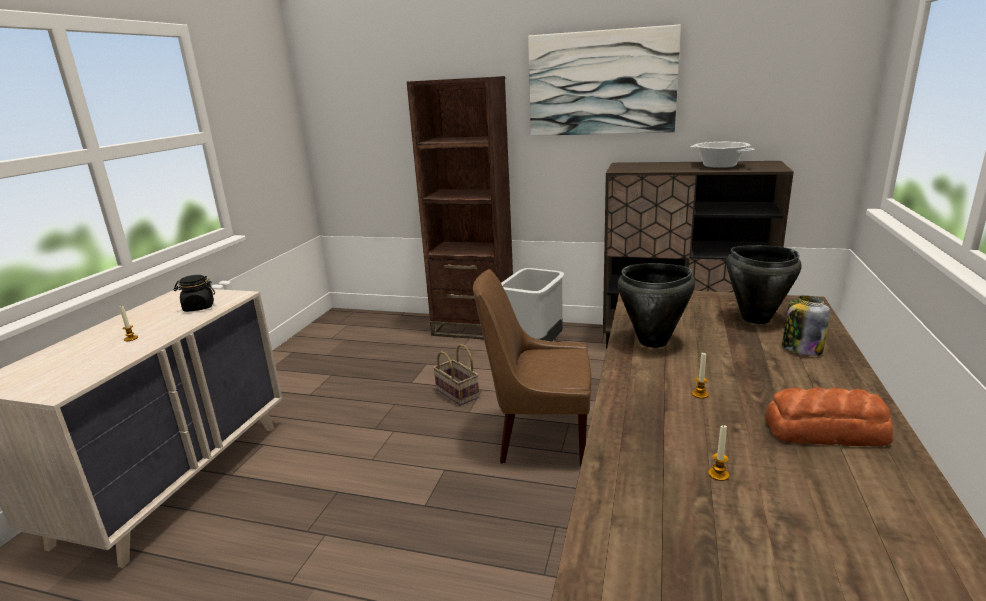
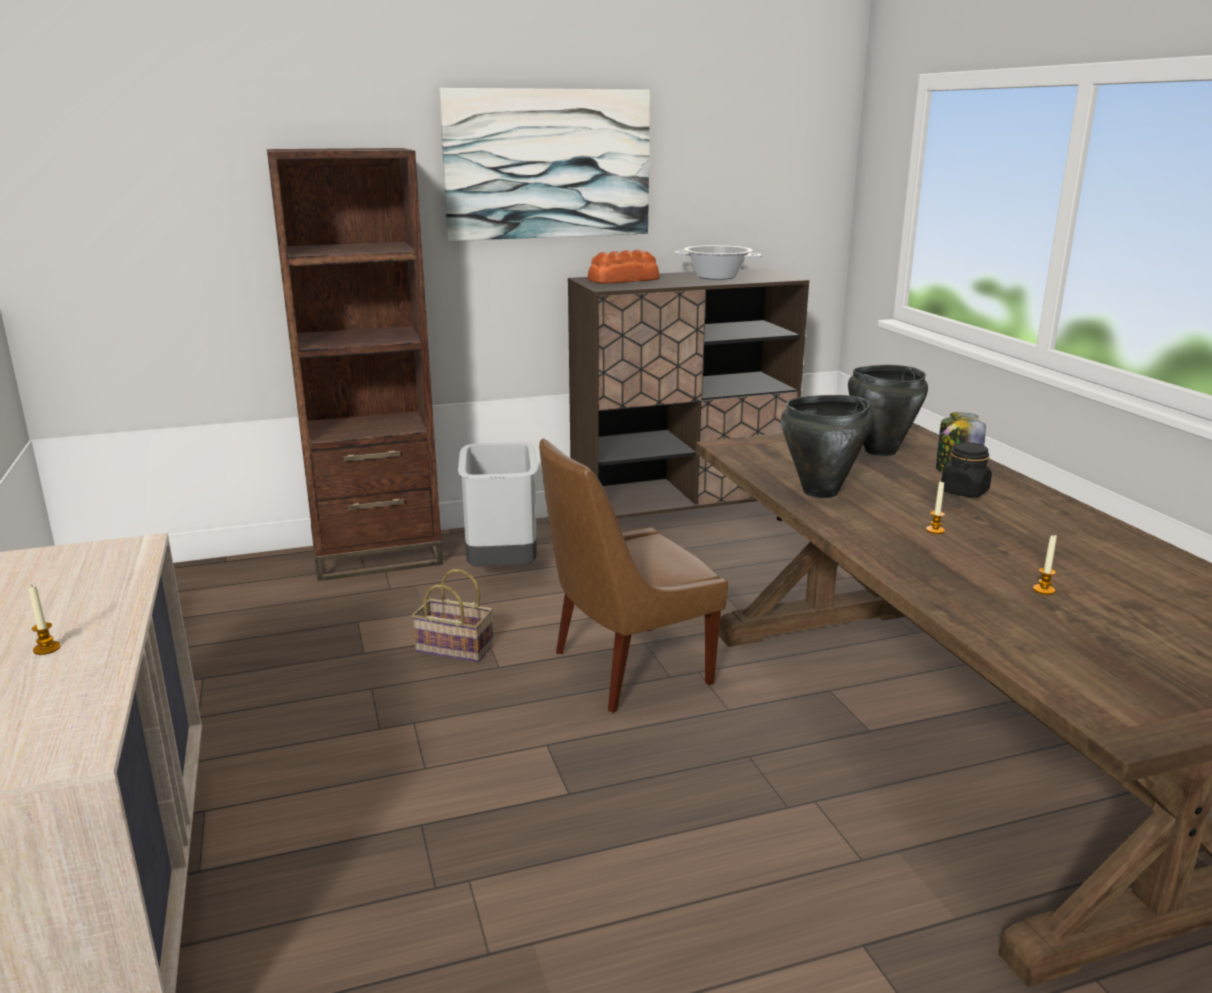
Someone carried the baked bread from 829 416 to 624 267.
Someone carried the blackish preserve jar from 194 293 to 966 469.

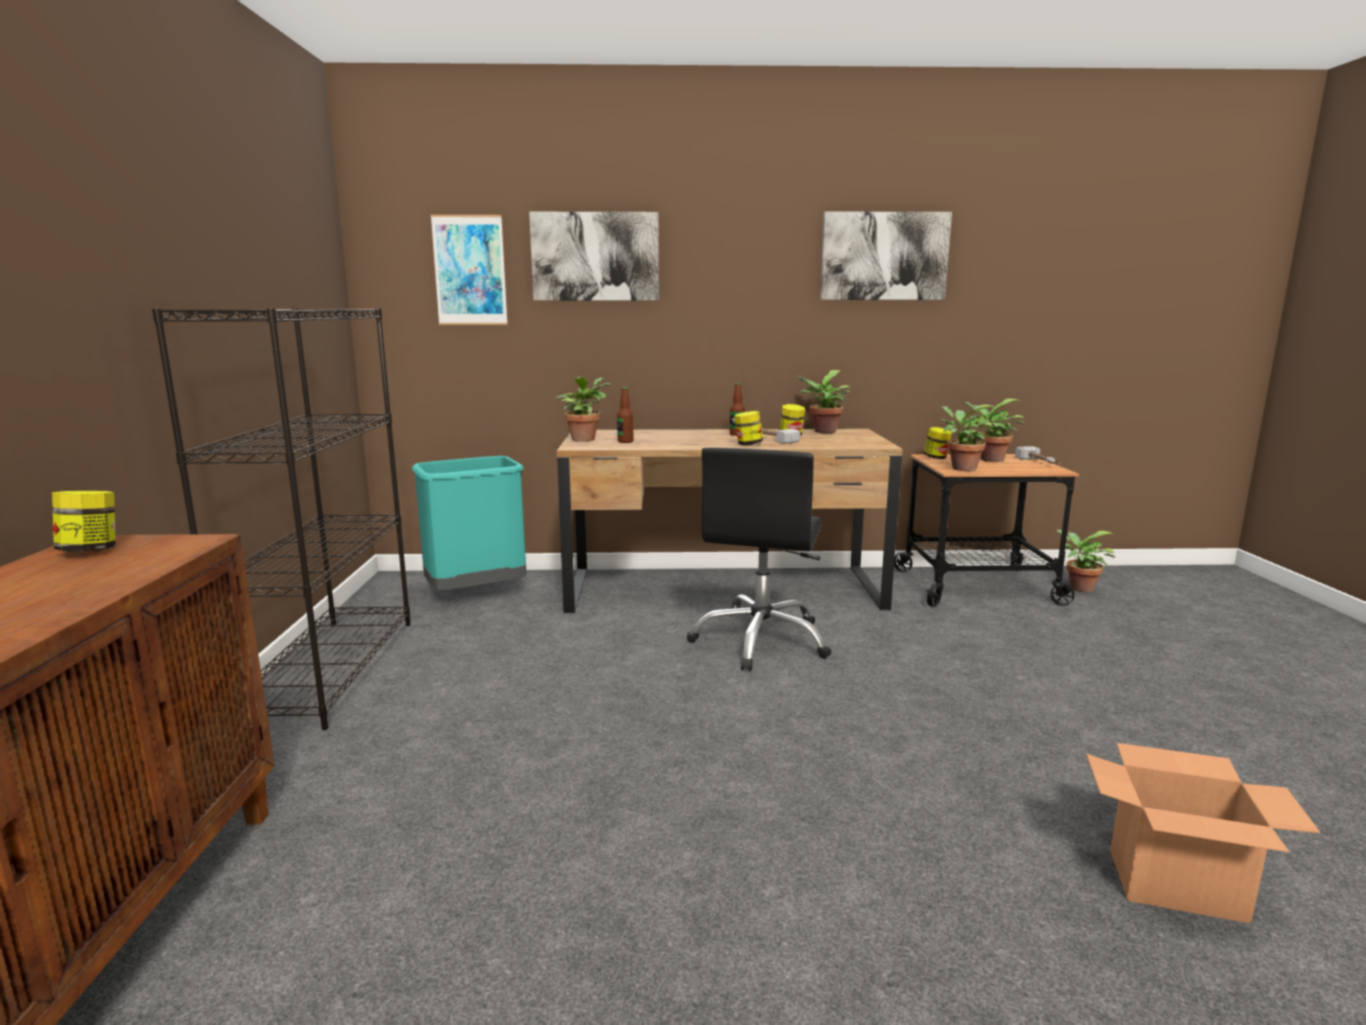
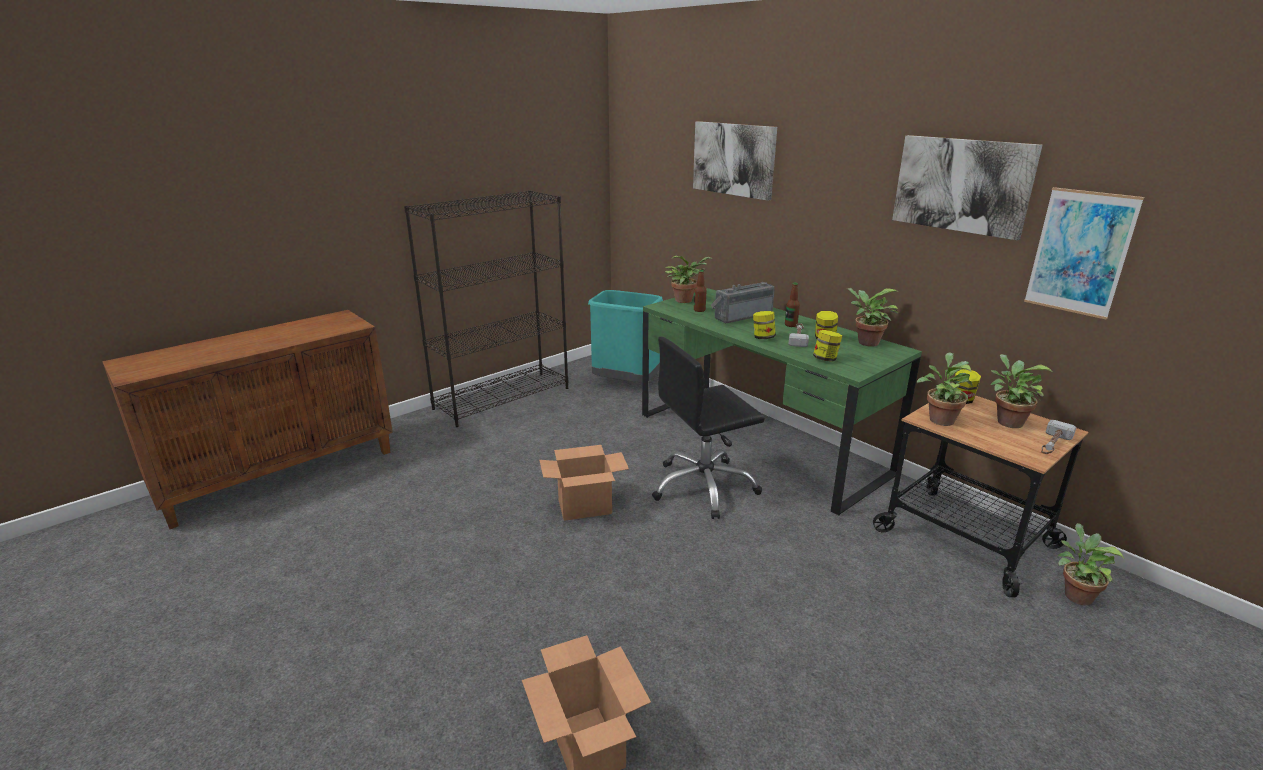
Someone put down the packing box at 584 483.
Someone repainted the brownish desk unit at 730 521, which became the green-coloured desk unit at 782 401.
Someone put down the radio set at 743 302.
Someone carried the preserve jar from 84 521 to 827 346.
Someone carried the wall picture from 469 270 to 1084 253.

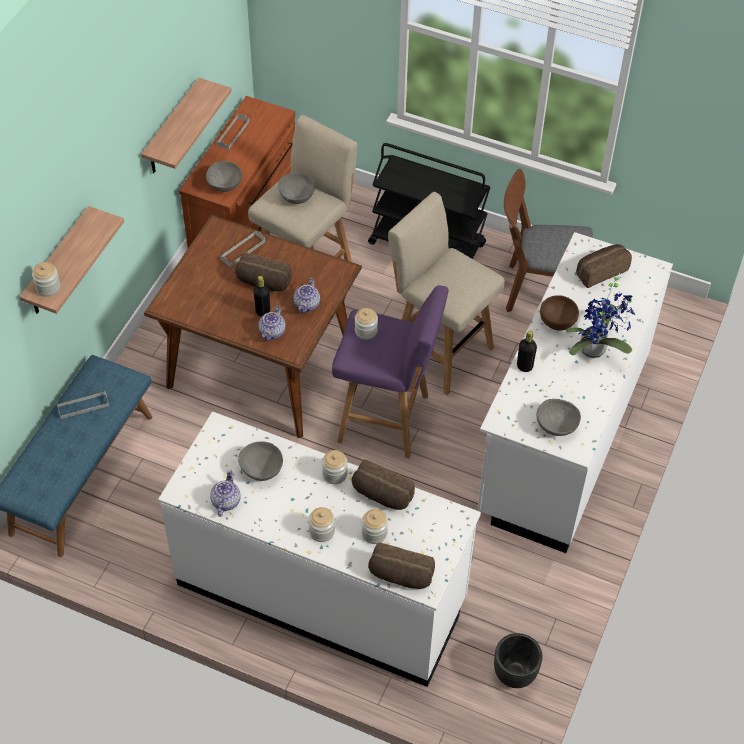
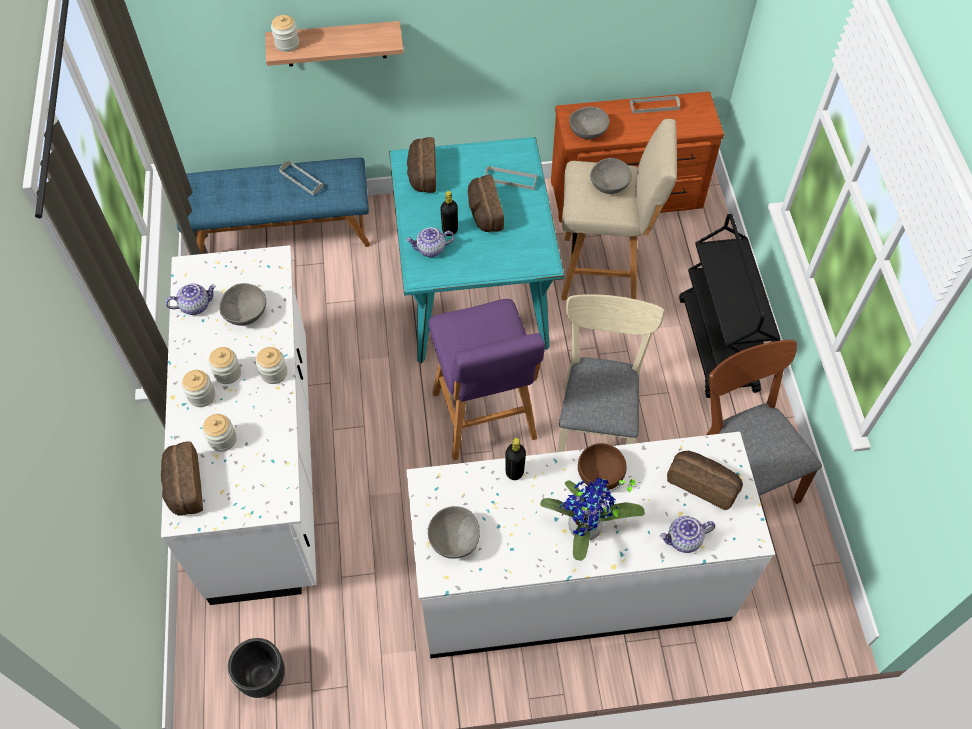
Someone carried the preserve jar from 366 324 to 225 365.
Someone repainted the brownish dinner table at 253 326, which became the turquoise-coloured dinner table at 477 250.
Someone carried the baked bread from 383 484 to 421 165.
Someone swapped the beige sitting stool at 446 293 for the beige upright chair at 611 373.
Someone carried the tea pot from 307 295 to 687 534.
Someone took away the wall shelf at 186 125.

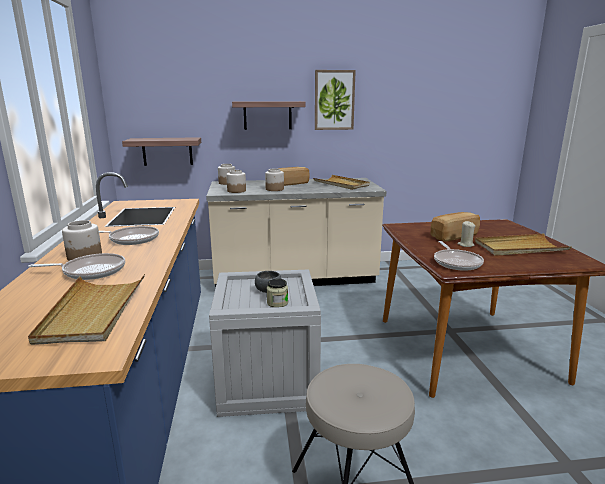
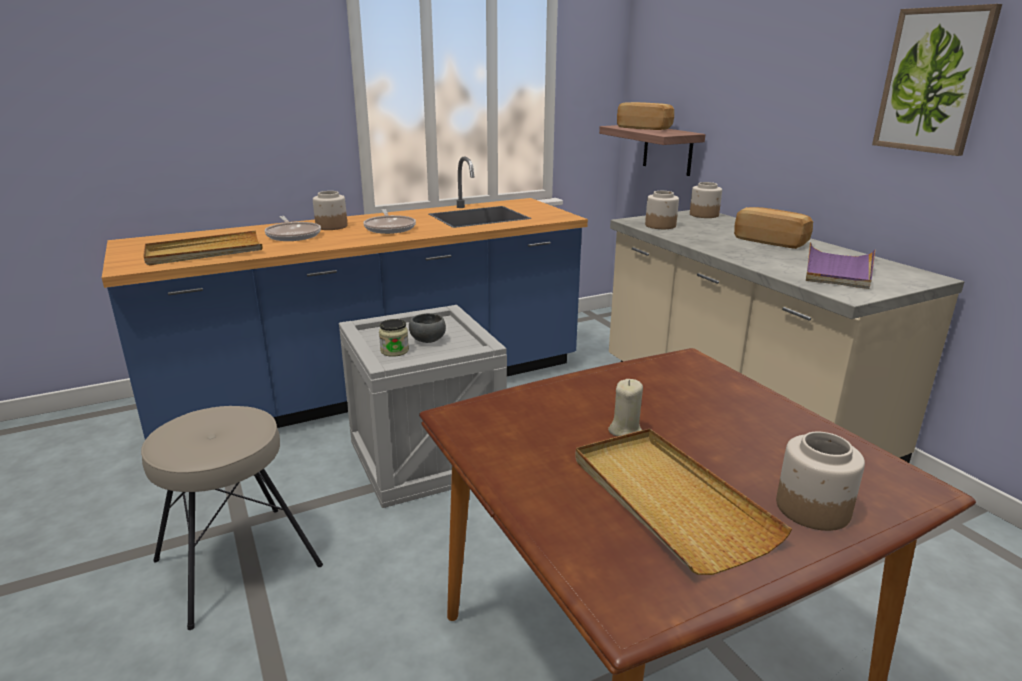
Someone carried the baked bread from 455 227 to 645 116.
Someone carried the preserve jar from 274 179 to 820 481.
Someone repainted the beige carrying tray at 341 182, which became the purple-coloured carrying tray at 841 265.
Someone took away the wall shelf at 268 115.
Someone took away the frying pan at 459 256.

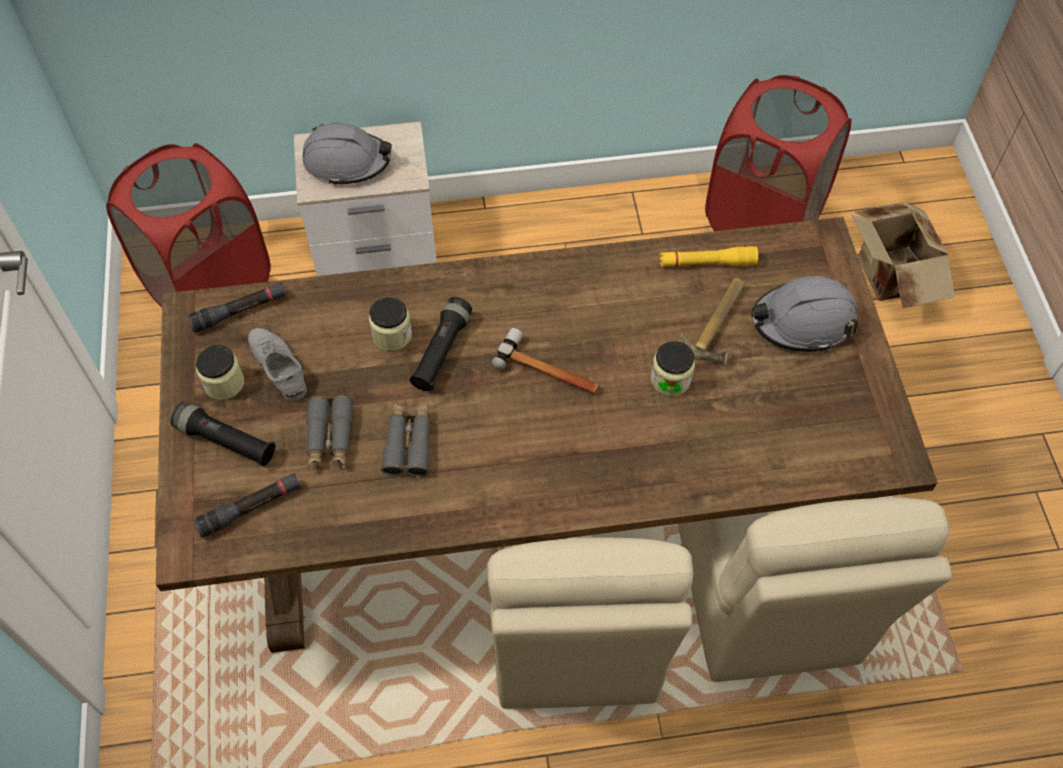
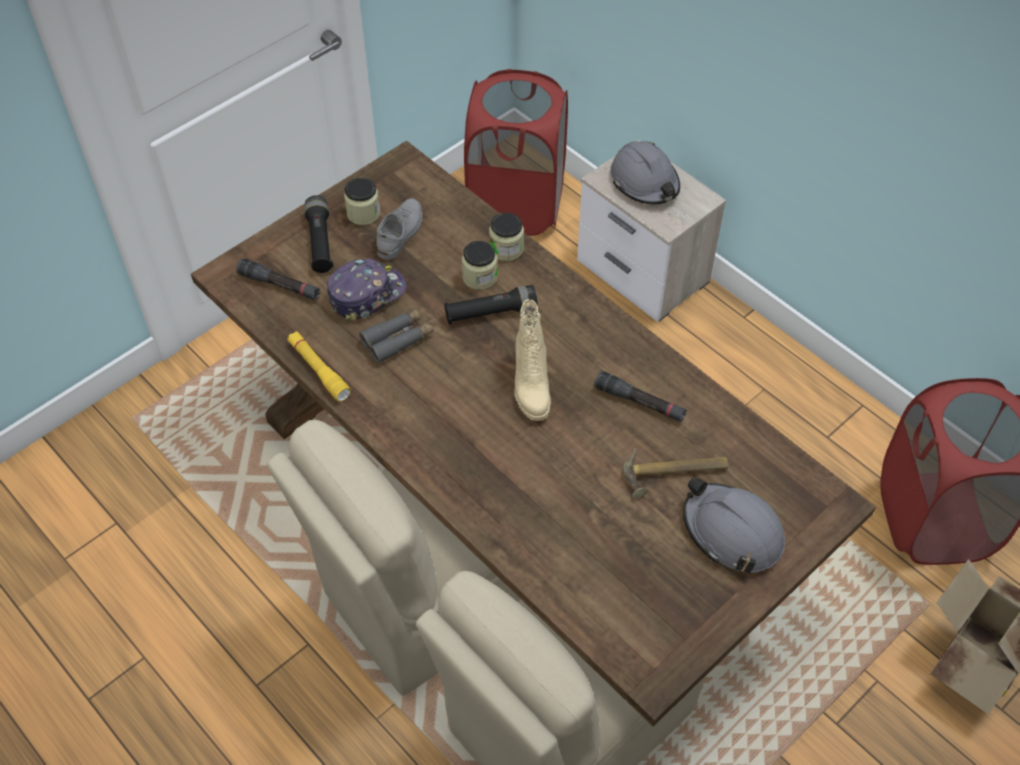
Someone carried the yellow torch from 709 256 to 319 366.
Someone swapped the greyish binoculars at 330 433 for the baseball cap at 367 290.
Someone carried the preserve jar from 673 368 to 506 237.
Someone swapped the hand hammer at 545 360 for the beige tall boot at 532 360.
Someone carried the blackish torch from 236 307 to 640 396.

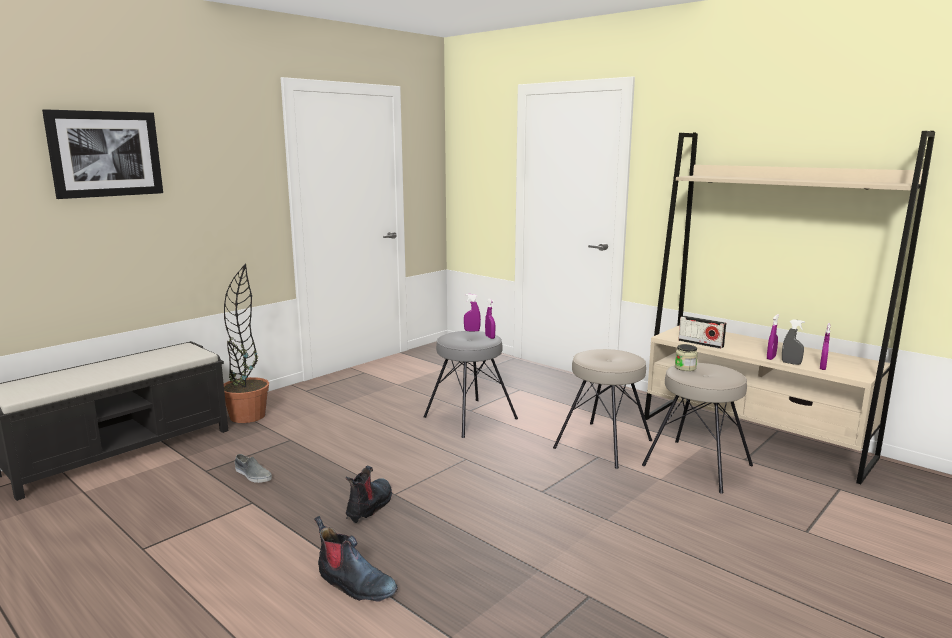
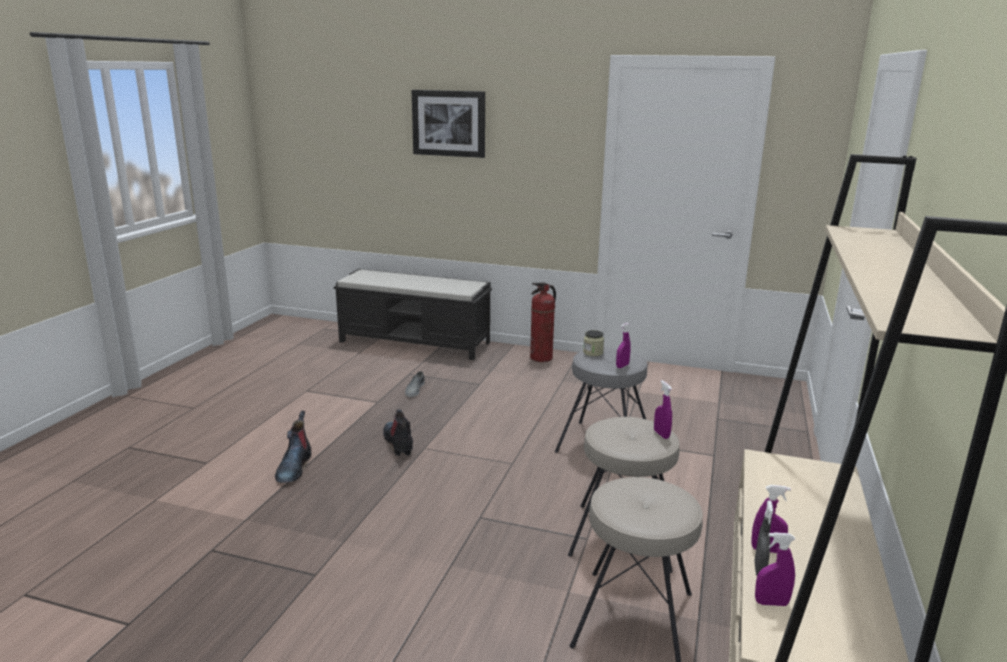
Someone rotated the tall boot at 369 494 by 105 degrees counterclockwise.
Someone put down the extinguisher at 543 322.
Someone carried the preserve jar from 686 357 to 593 343.
Someone carried the purple-coloured spray bottle from 472 312 to 663 409.
Someone took away the plant in a pot at 246 343.
Someone took away the radio set at 702 332.

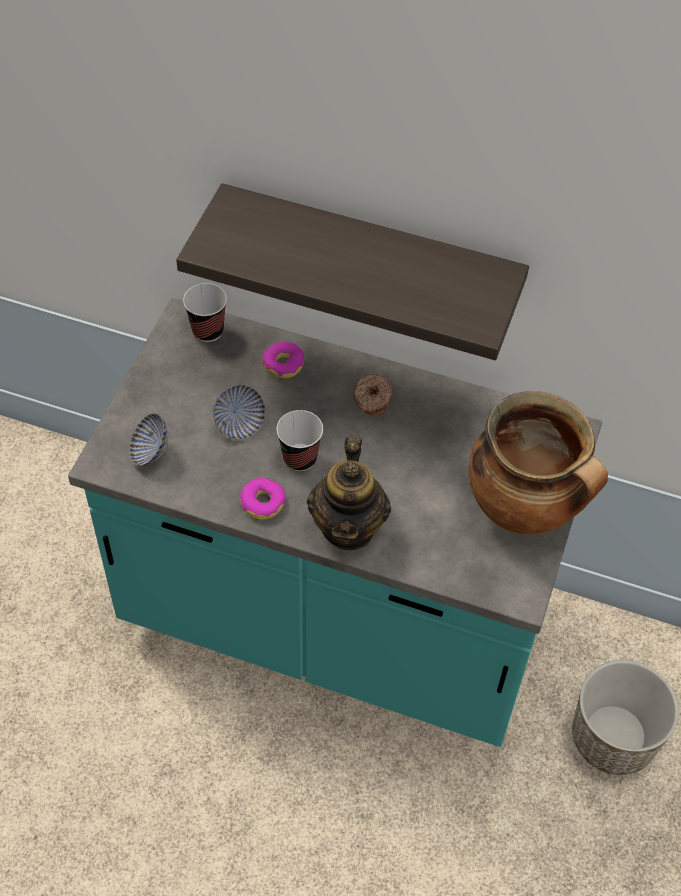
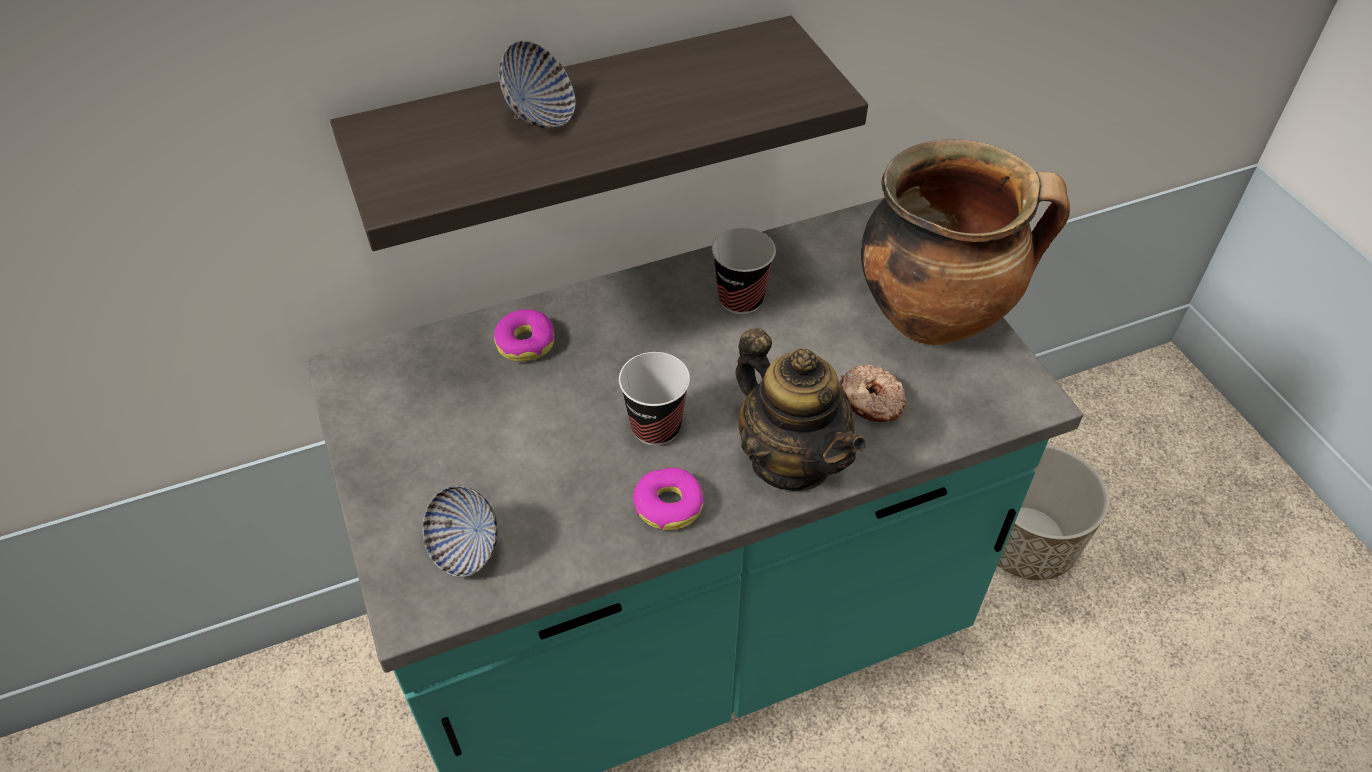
Someone carried the serving bowl from 239 412 to 537 85.
Someone carried the cup from 205 312 to 744 271.
Someone carried the donut from 373 395 to 873 393.

